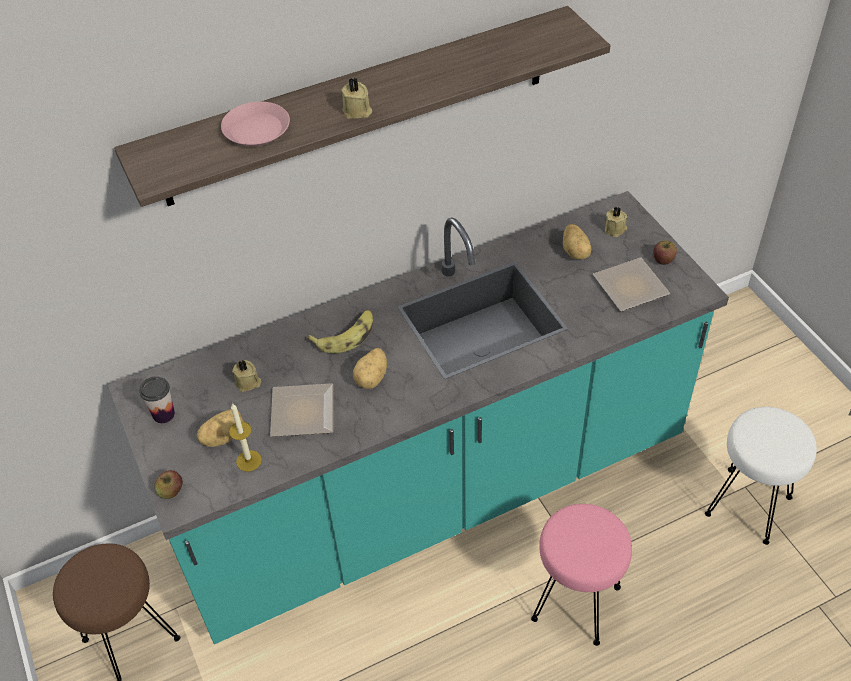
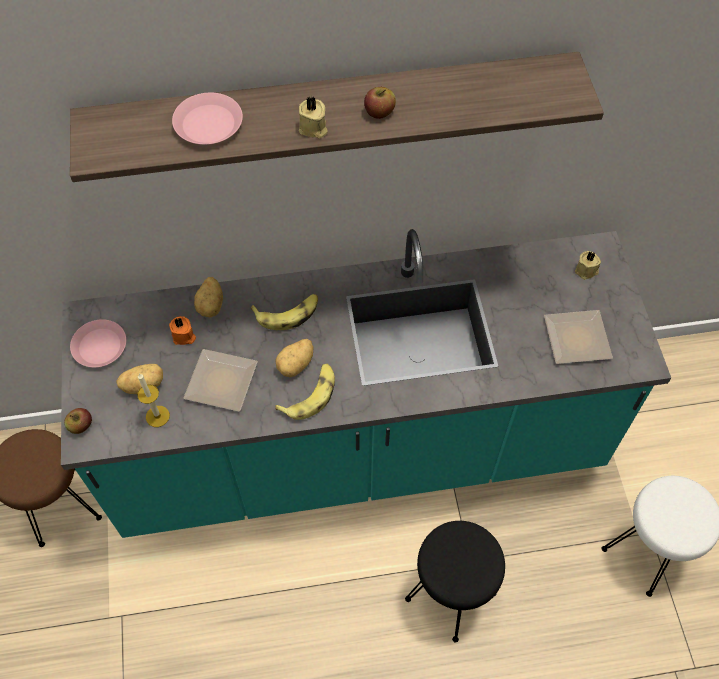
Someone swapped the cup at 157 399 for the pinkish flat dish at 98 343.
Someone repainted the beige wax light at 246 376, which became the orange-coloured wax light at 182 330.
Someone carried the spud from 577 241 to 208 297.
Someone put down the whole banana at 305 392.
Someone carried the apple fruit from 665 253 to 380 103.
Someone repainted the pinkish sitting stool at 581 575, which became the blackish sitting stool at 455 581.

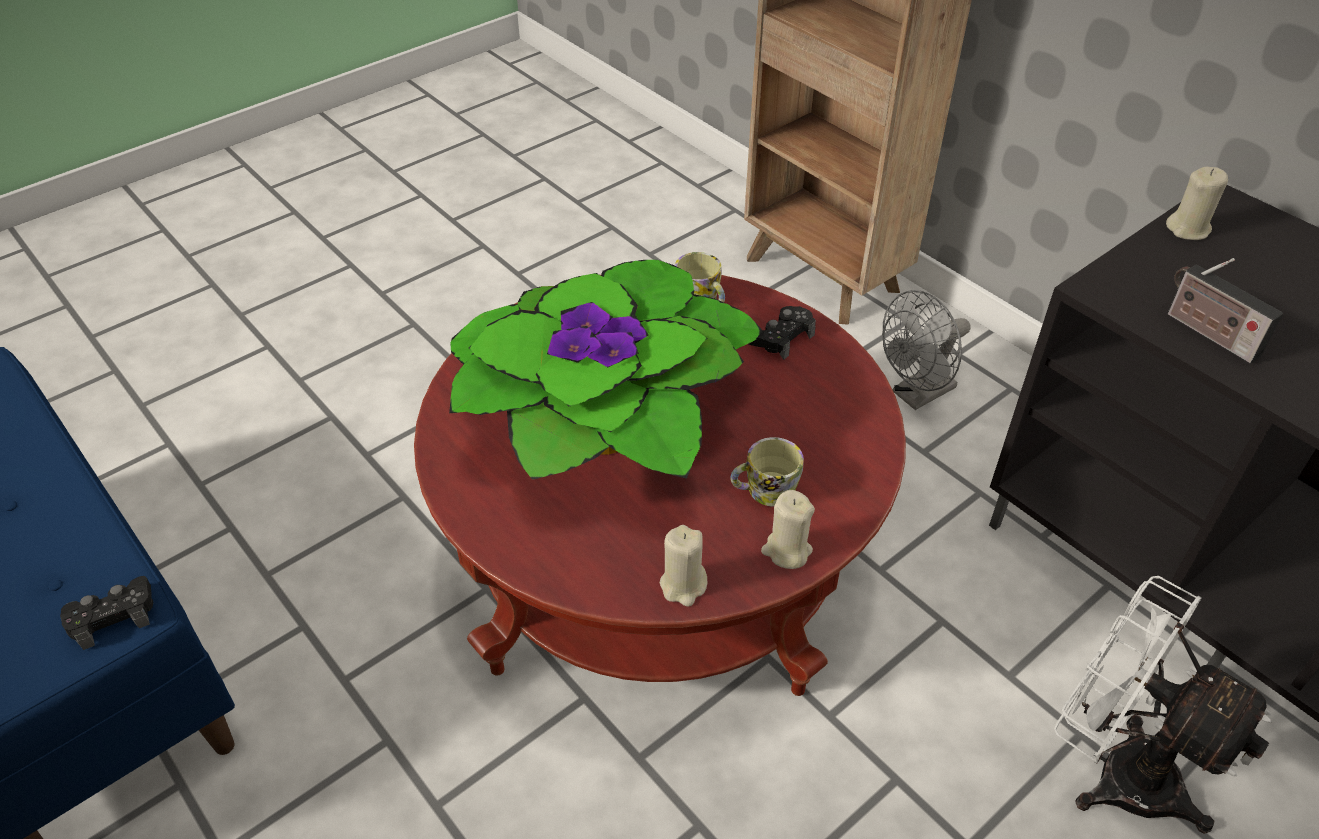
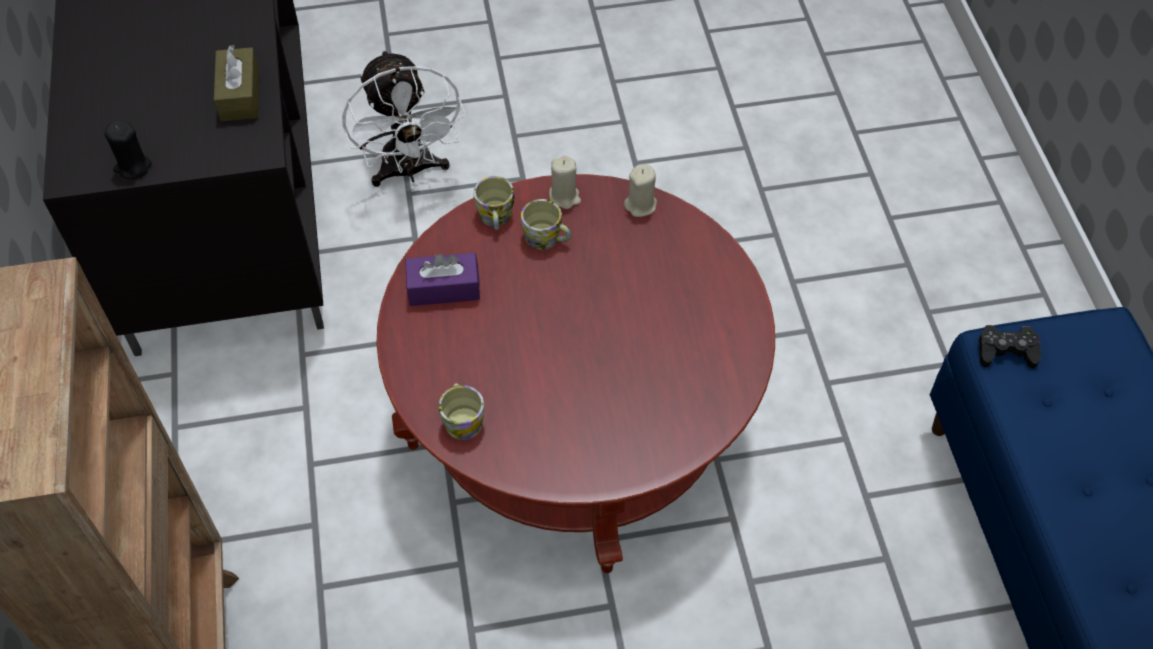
Someone repainted the beige wax light at 1197 203, which became the blackish wax light at 128 149.
Someone swapped the radio set at 1225 311 for the brownish box of tissues at 236 83.
Someone put down the purple-coloured box of tissues at 442 279.
Someone put down the mug at 494 203.
Someone took away the plant in a pot at 605 370.
Someone took away the blackish joypad at 782 333.
Someone took away the greyish cooling fan at 926 350.

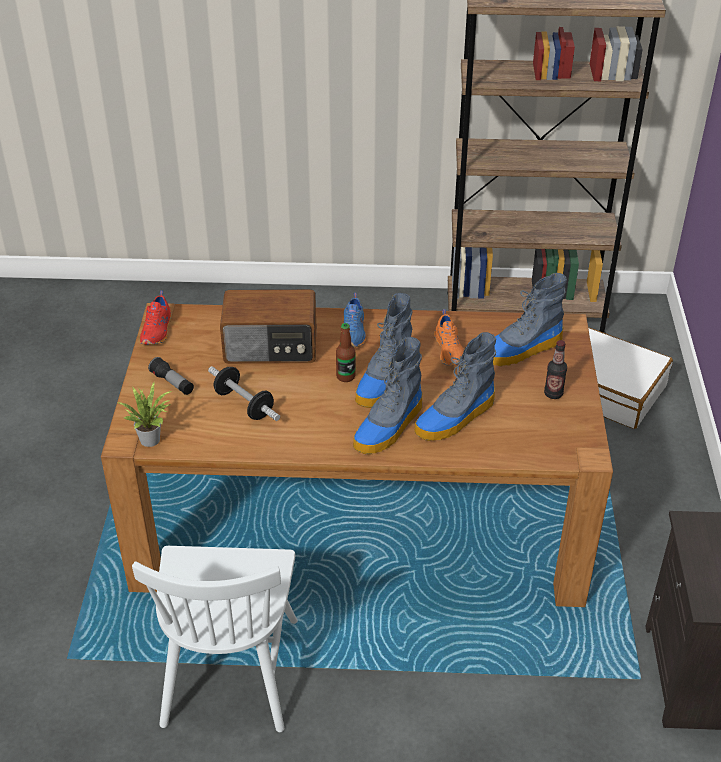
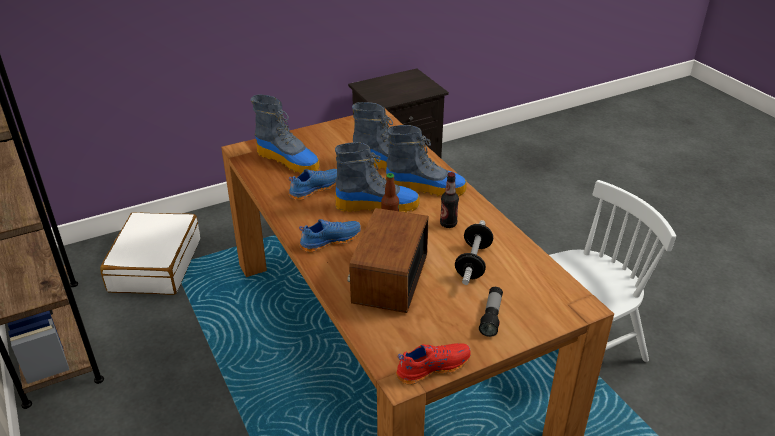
Someone repainted the orange-coloured item of footwear at 449 337, which became the blue item of footwear at 313 184.
Someone rotated the radio set at 268 326 by 135 degrees counterclockwise.
Someone carried the beverage bottle from 555 369 to 449 200.
Someone took away the plant in a pot at 143 414.

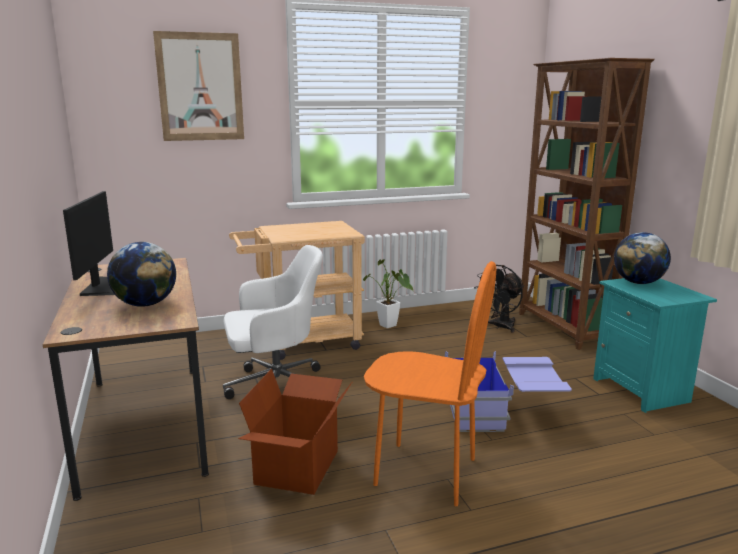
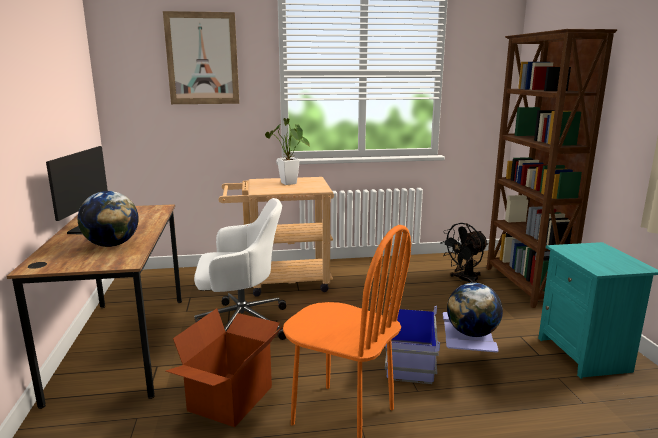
Someone carried the plant in a pot from 388 293 to 287 151.
Someone carried the desk globe from 642 258 to 475 310.

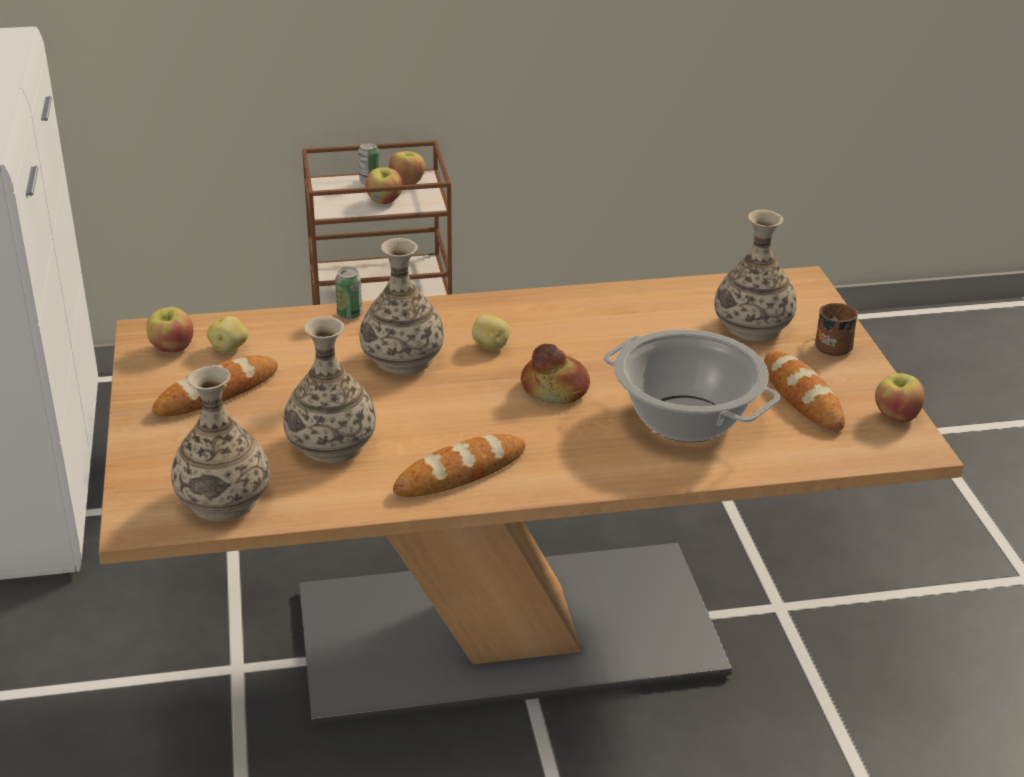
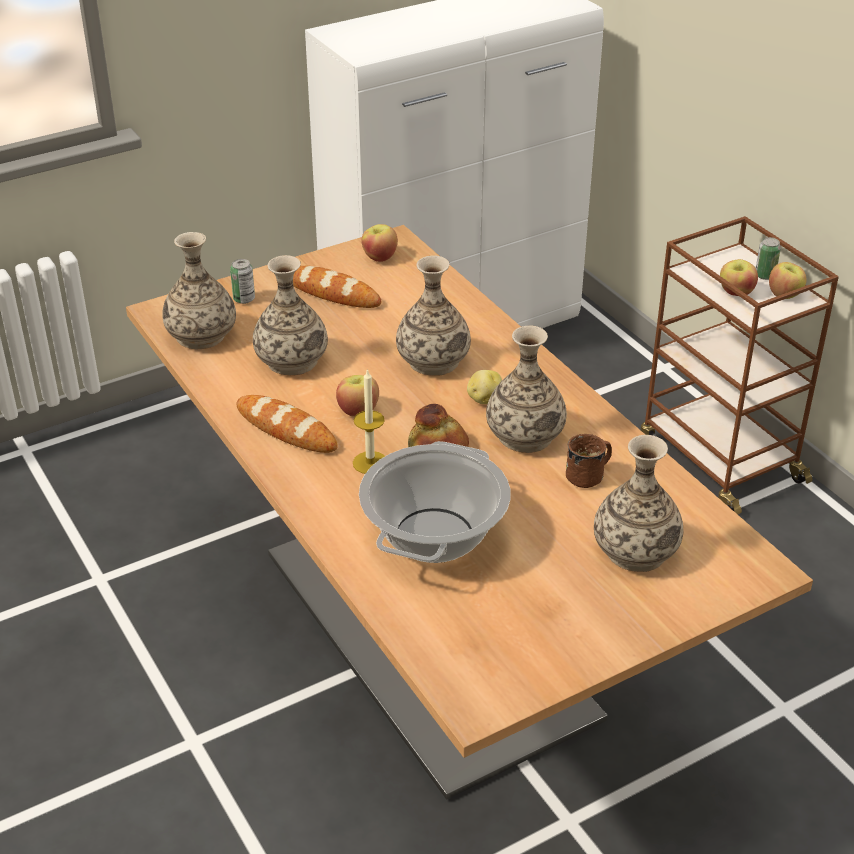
Someone carried the metal can from 348 293 to 242 281.
Someone carried the apple fruit from 899 398 to 357 396.
Someone put down the wax light at 369 421.
Someone put down the flower vase at 526 389.
Someone carried the brownish mug from 836 329 to 589 461.
Someone took away the spud at 227 334.
Someone took away the baked bread at 804 391.

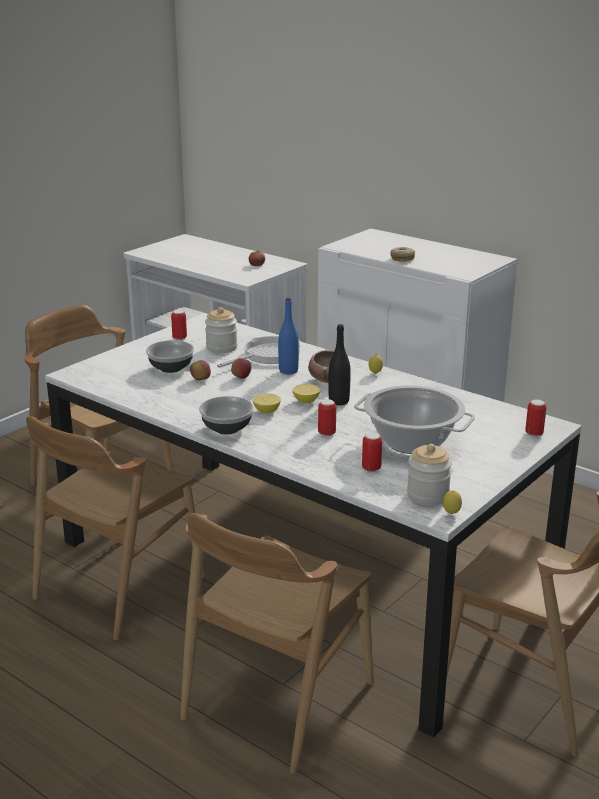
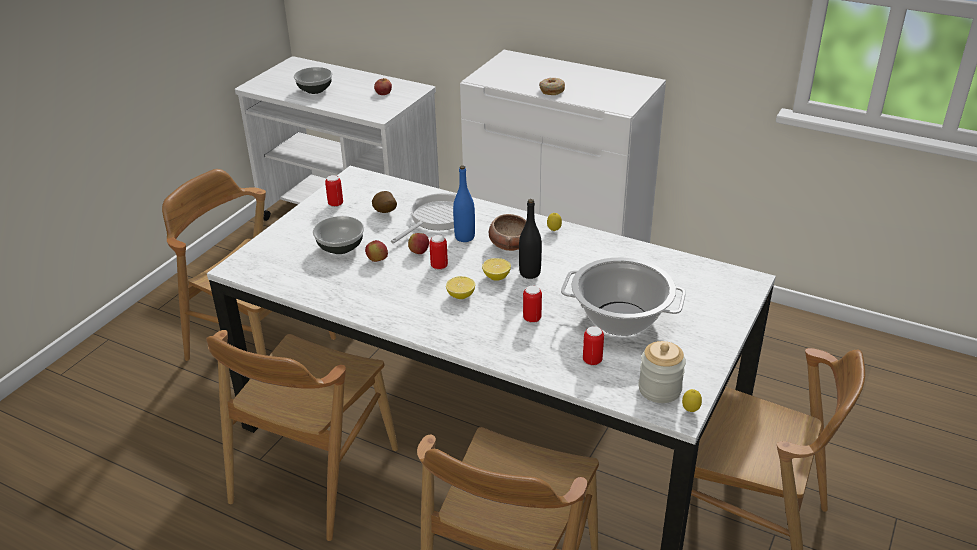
Someone carried the serving bowl from 226 415 to 313 80.
Someone swapped the preserve jar at 221 330 for the spud at 384 202.
Someone carried the metal can from 535 418 to 438 252.

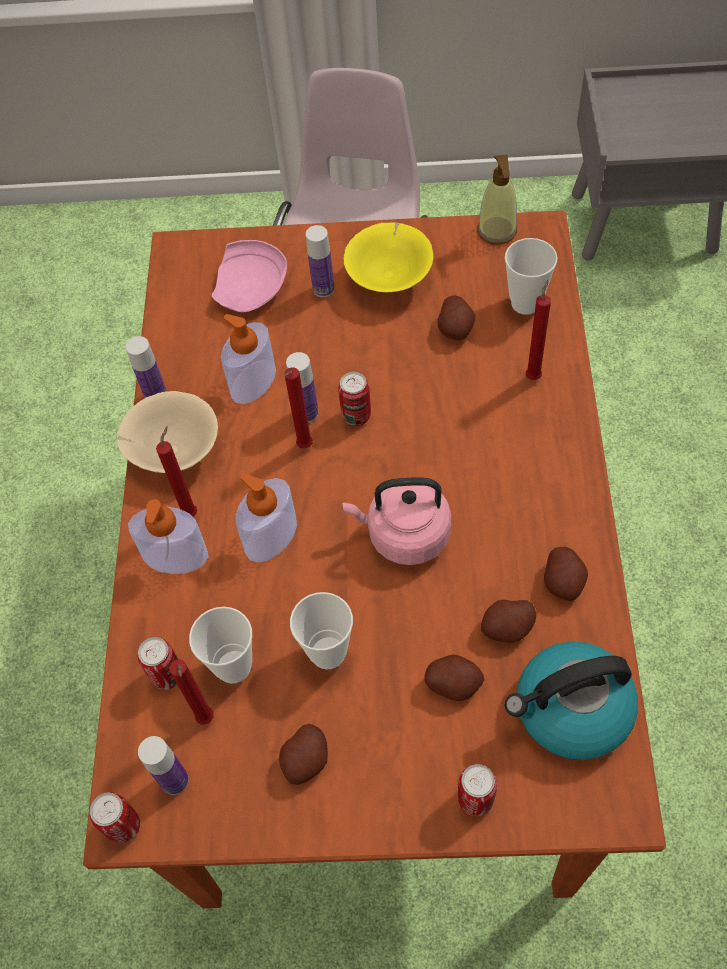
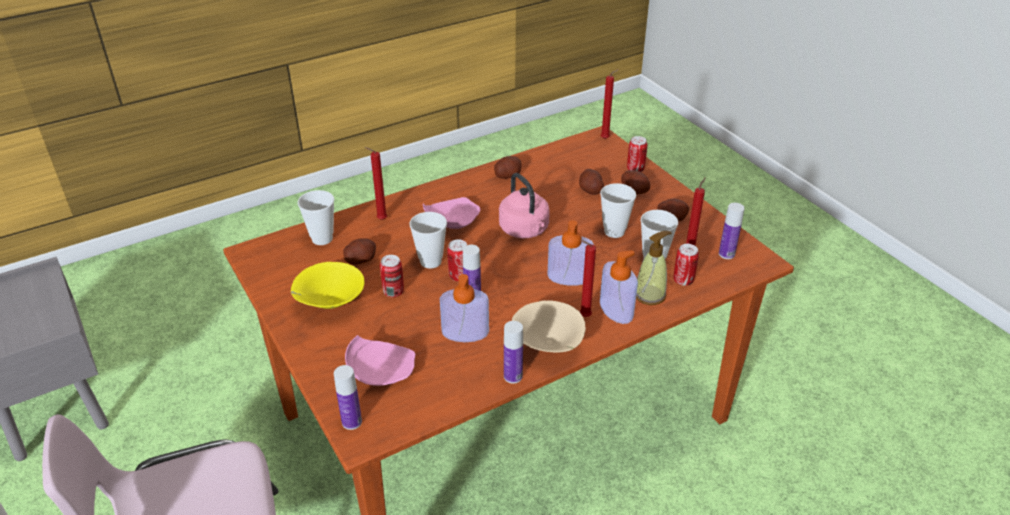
Someone carried the beverage bottle from 320 261 to 348 397.
Someone carried the metal can from 115 817 to 392 276.
Someone put down the cup at 428 240.
Someone put down the pinkish flat dish at 451 213.
Someone carried the red-coloured wax light from 298 408 to 610 104.
Someone carried the spud from 508 621 to 635 182.
Someone carried the liquid soap bottle from 497 199 to 654 268.
Someone took away the water kettle at 571 701.

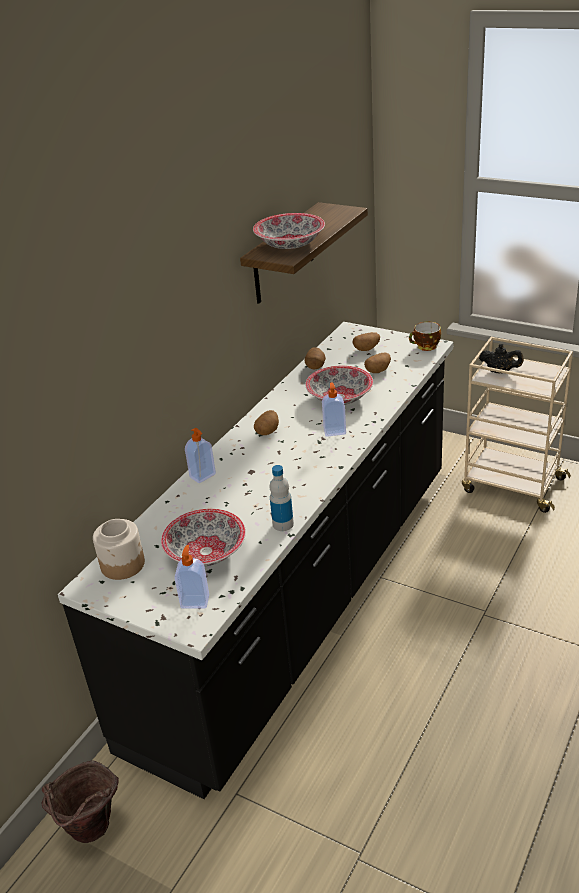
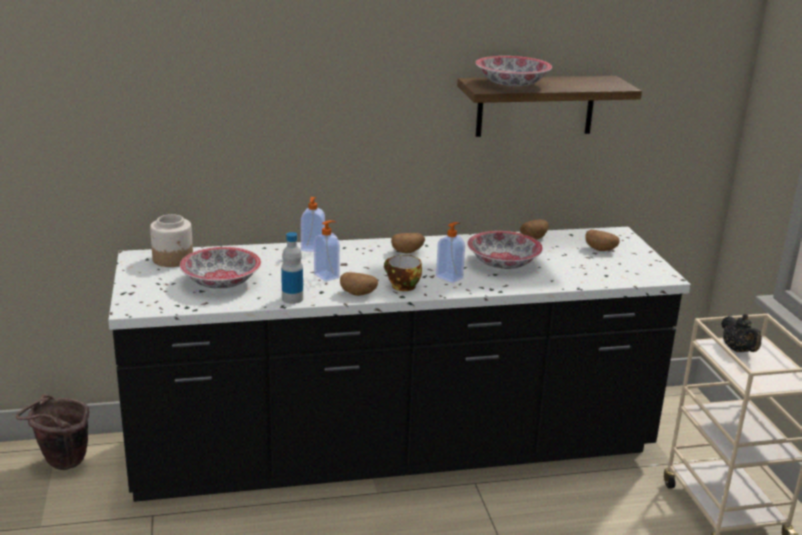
Someone carried the liquid soap bottle from 192 577 to 327 251.
Someone carried the spud from 377 362 to 359 284.
Someone carried the cup from 425 336 to 403 273.

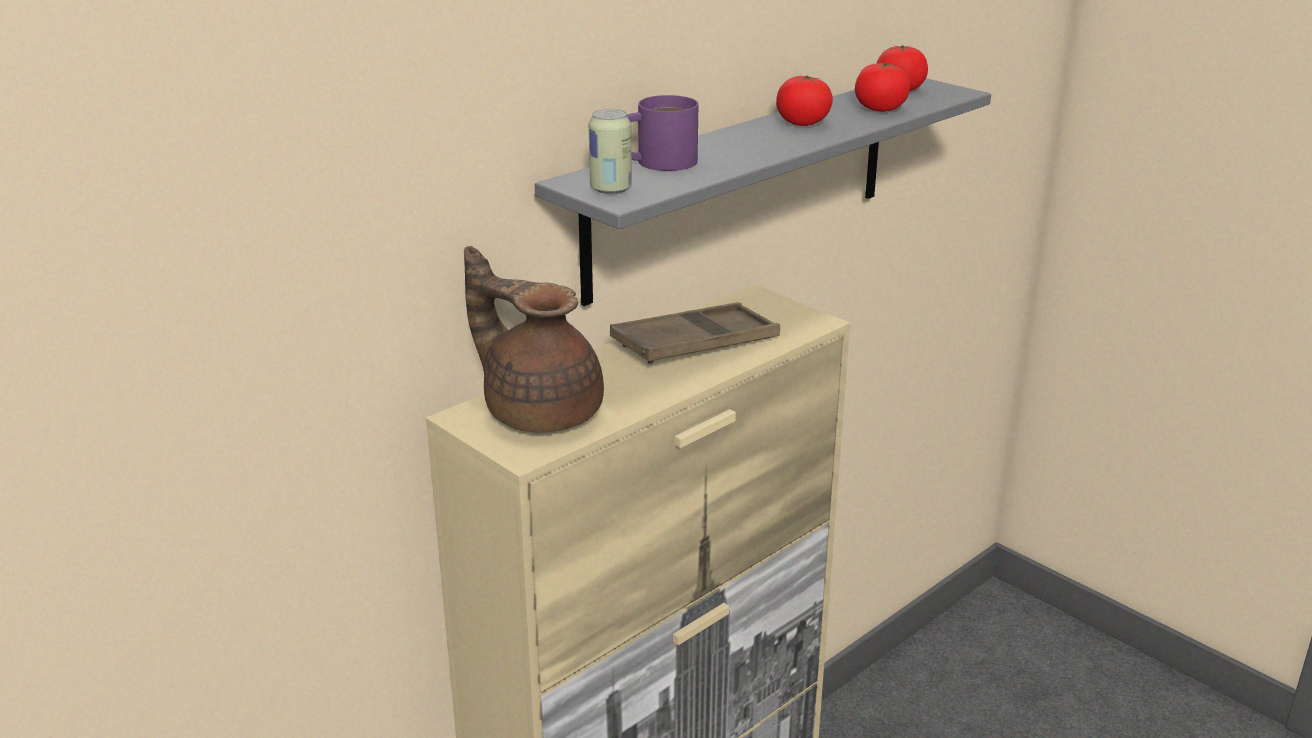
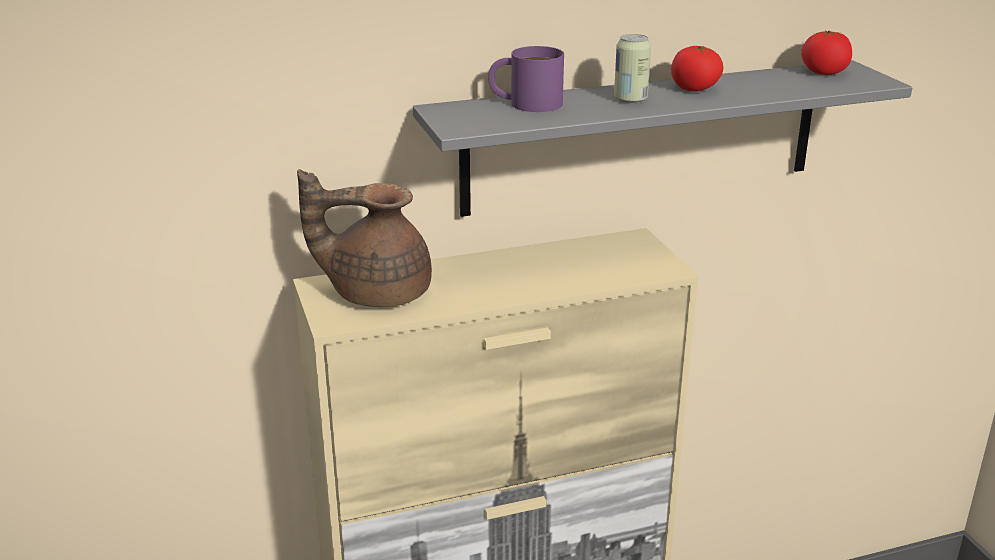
Someone rotated the brownish tea pot at 534 339 by 60 degrees counterclockwise.
Someone carried the metal can from 610 151 to 632 69.
Someone took away the brownish carrying tray at 695 333.
Someone took away the tomato at 882 87.

